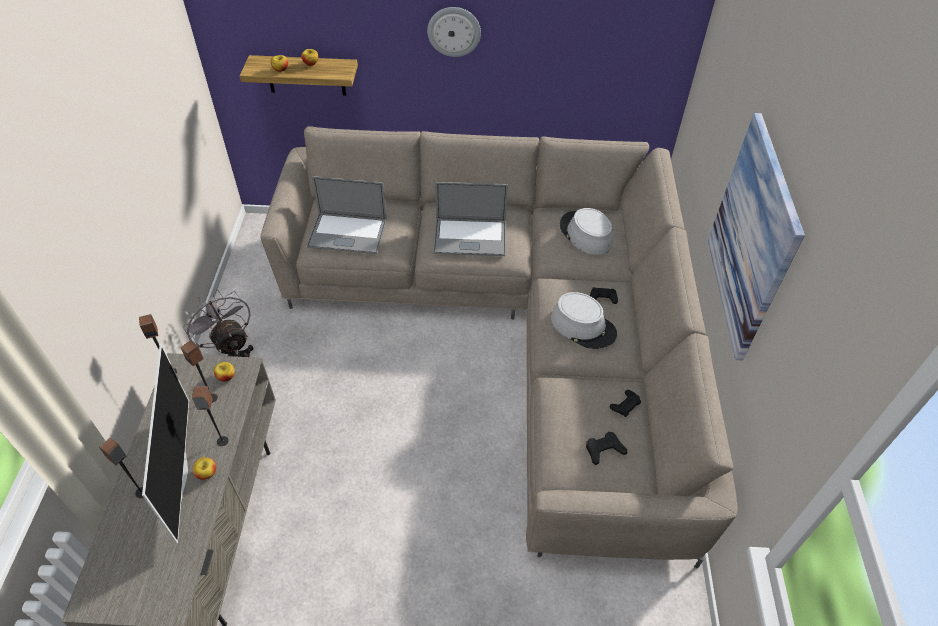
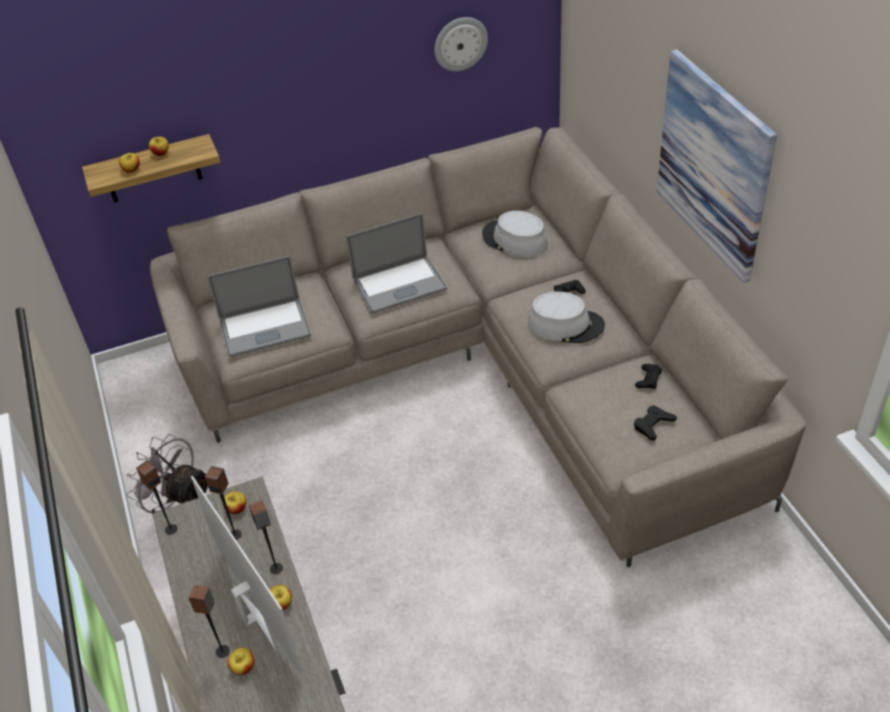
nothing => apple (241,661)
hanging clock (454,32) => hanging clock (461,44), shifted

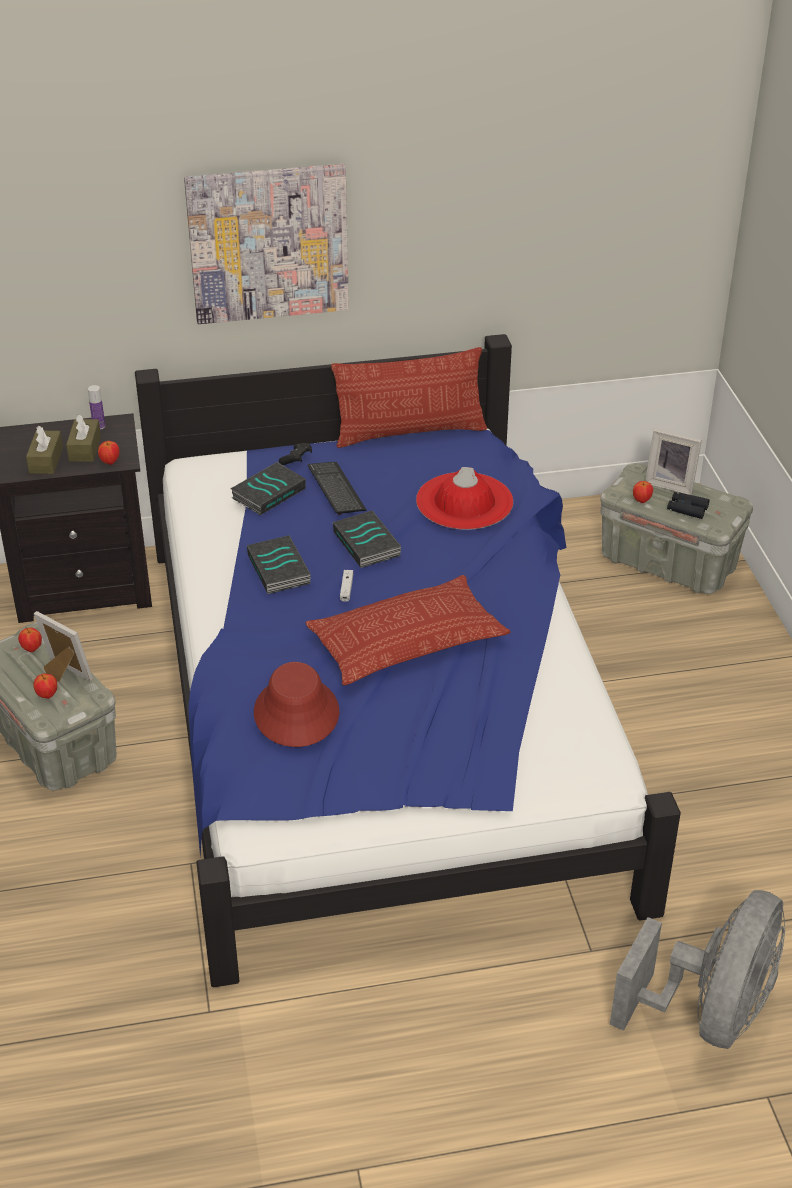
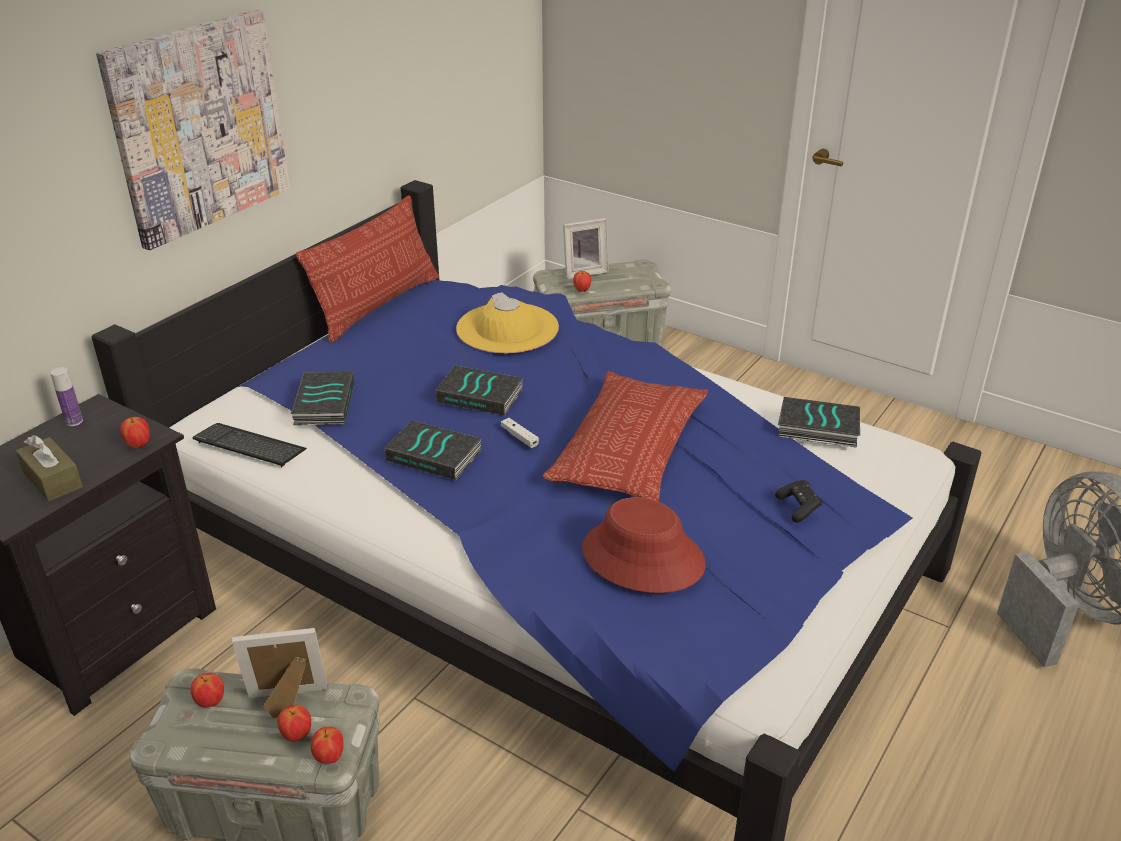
brown tissue box (83,438) => nothing
black-coloured pair of binoculars (688,505) => nothing
nothing => apple (327,745)
nothing => volume (819,422)
black-coloured gamepad (295,454) => black-coloured gamepad (798,501), shifted
PC keyboard (337,488) => PC keyboard (249,445), shifted
reddish clothing hat (464,498) => yellow-coloured clothing hat (507,322)

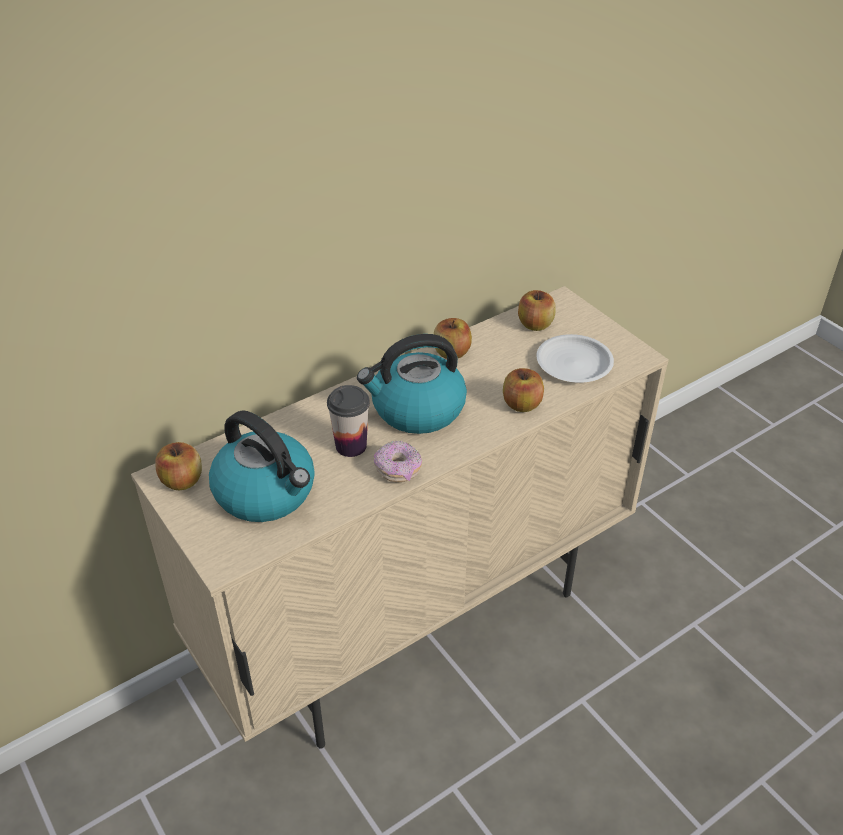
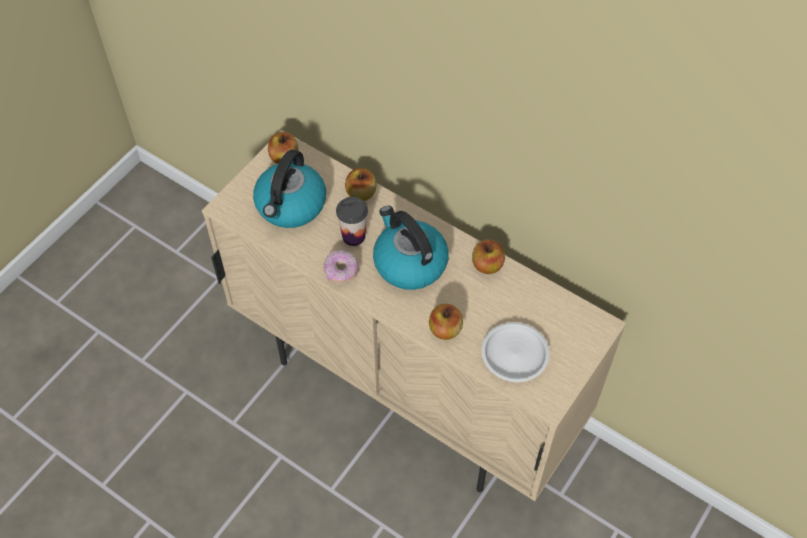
apple (537,310) => apple (361,184), shifted

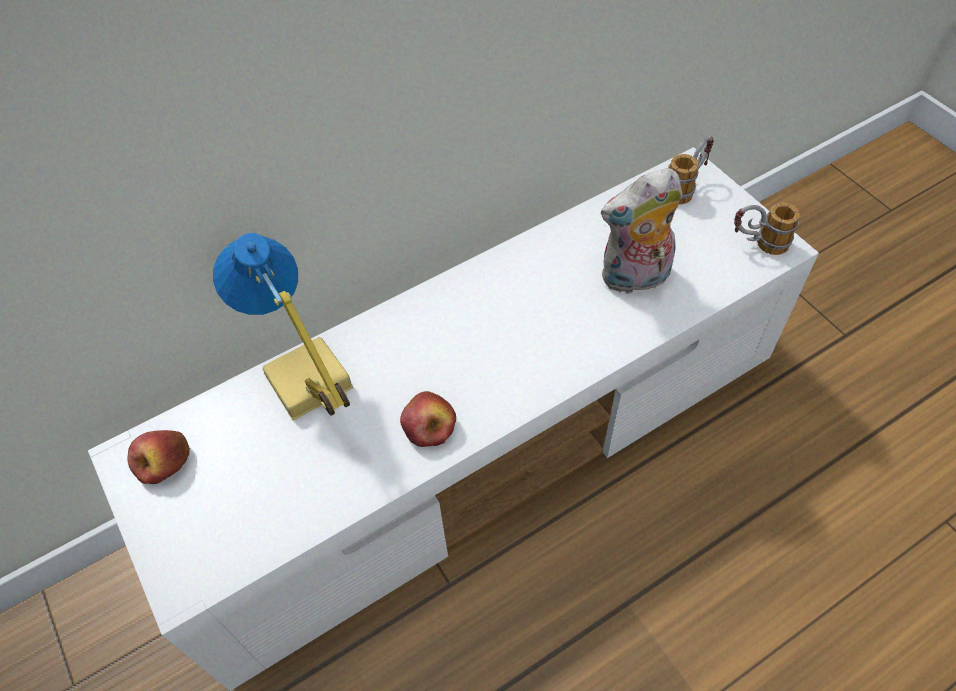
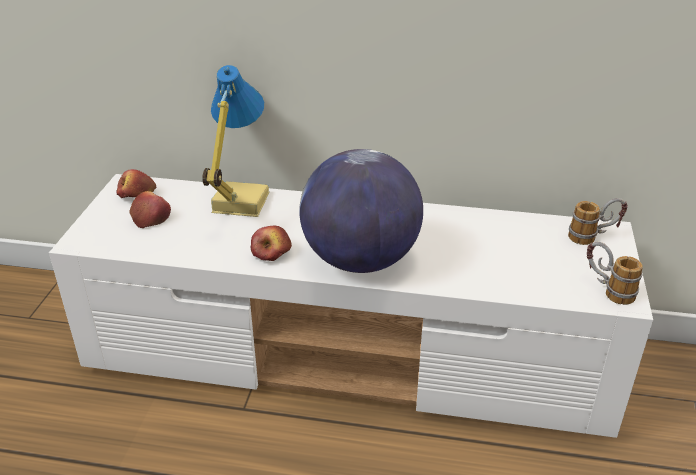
soft toy (642,231) => nothing
nothing => apple (150,209)
nothing => world globe (361,211)

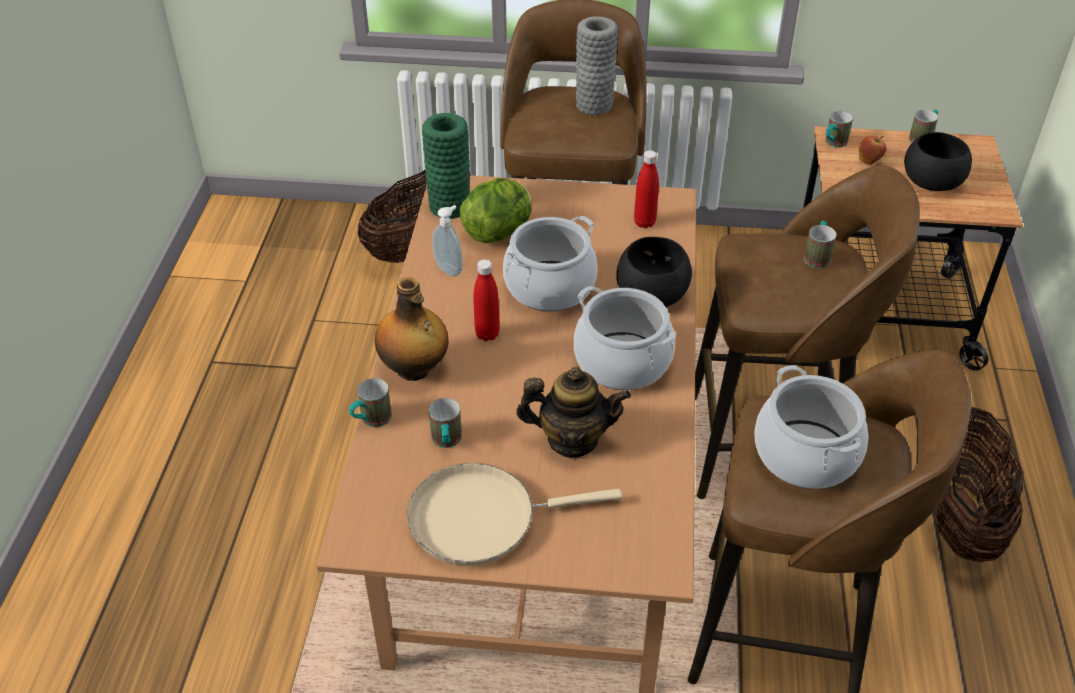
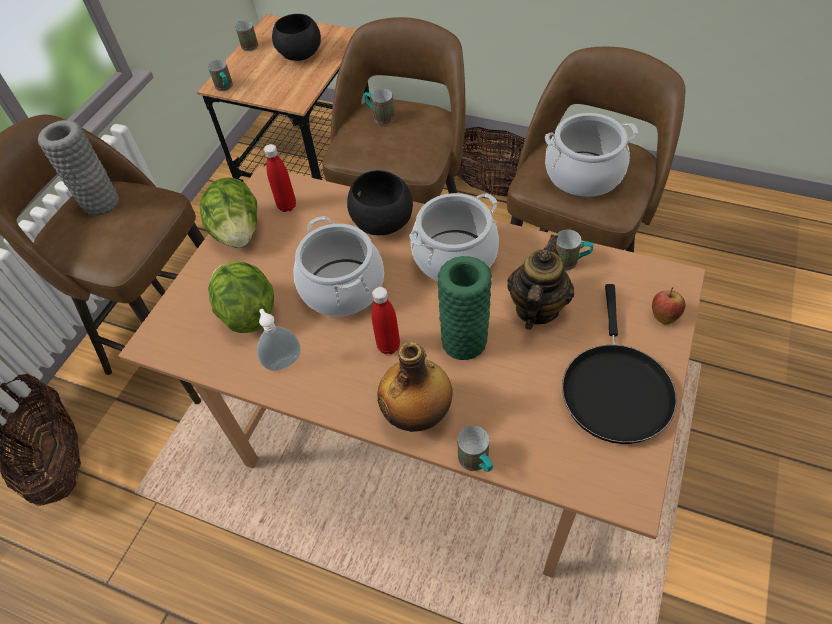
nothing => head of lettuce (228,212)
green decorative vase (446,166) => green decorative vase (464,308), shifted
tea mug (445,423) => tea mug (575,250), shifted
apple (872,149) => apple (669,306), shifted
beige frying pan (514,514) => black-coloured frying pan (619,364)

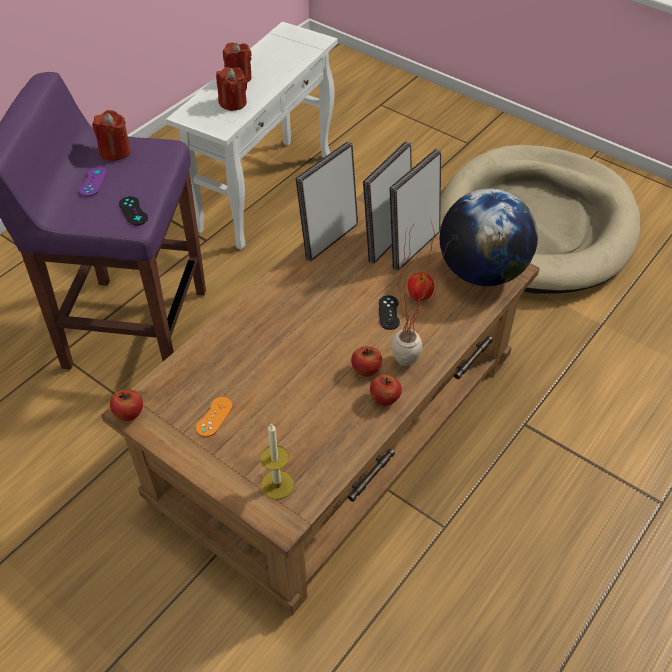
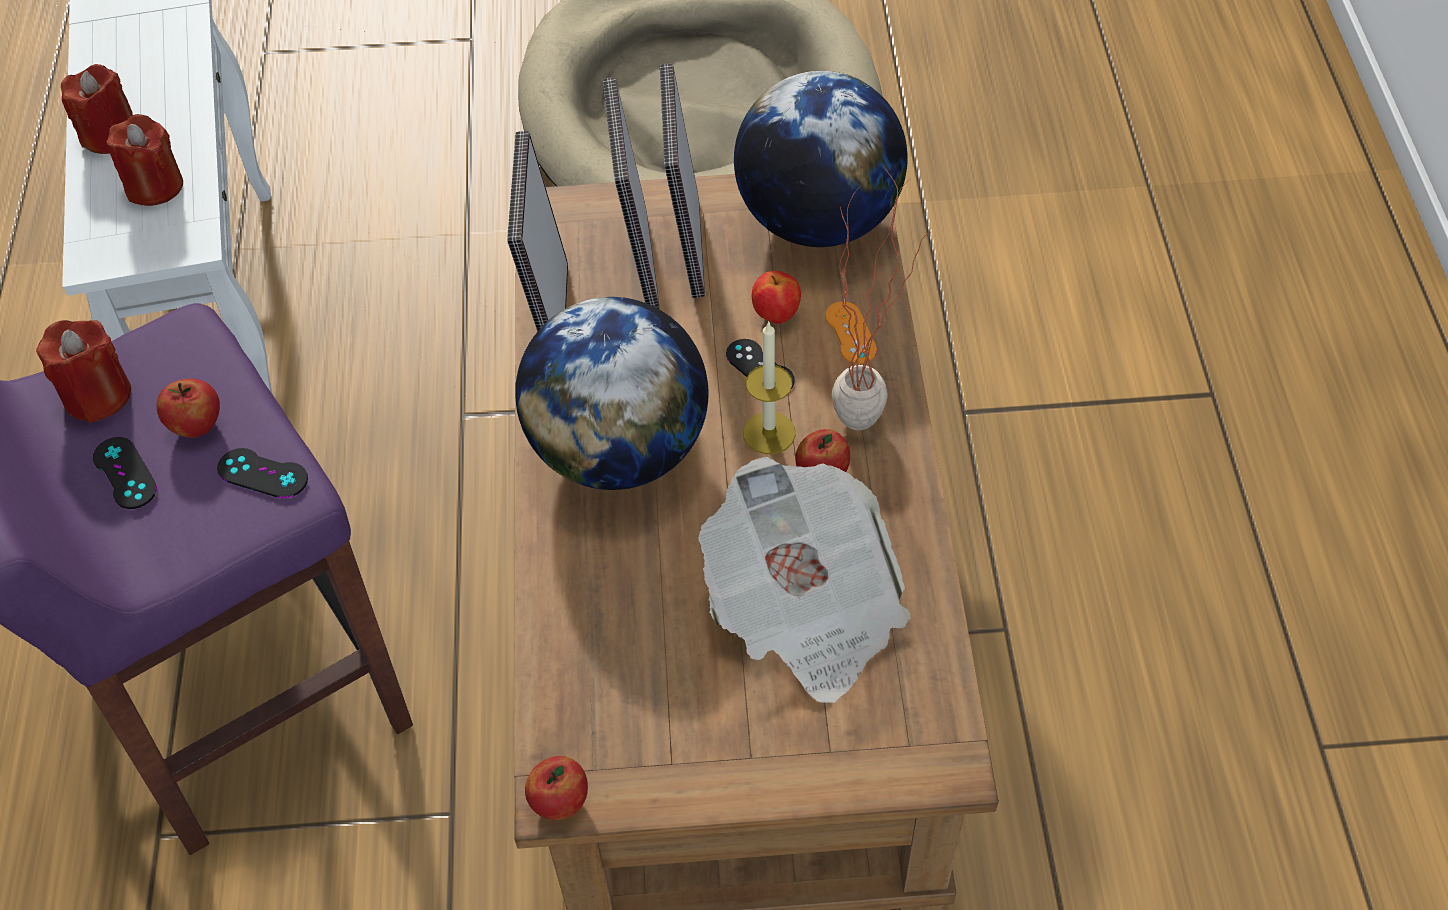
nothing => world globe (612,393)
nothing => printed paper (805,580)
orange gamepad (214,417) => orange gamepad (851,332), shifted
wax light (277,462) => wax light (769,387), shifted
apple (386,390) => apple (188,408), shifted
purple gamepad (93,181) => black-coloured gamepad (125,473)

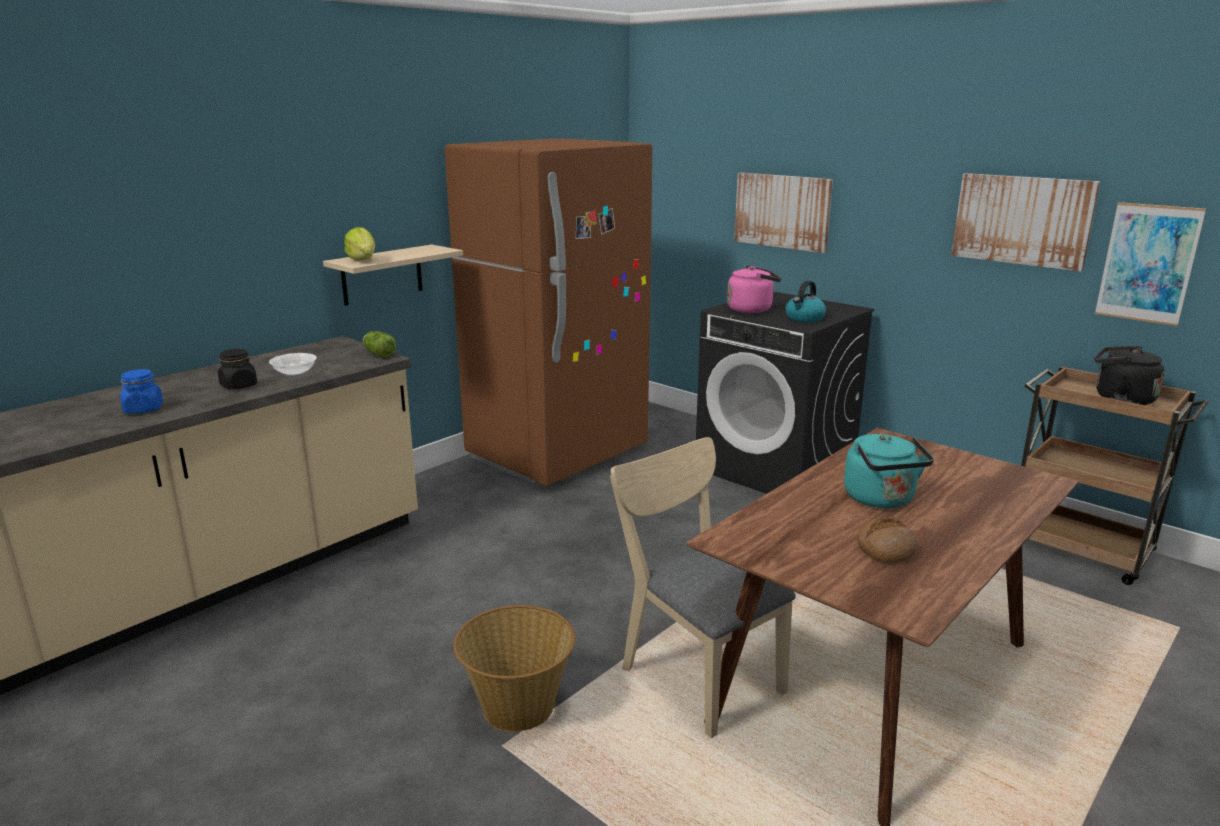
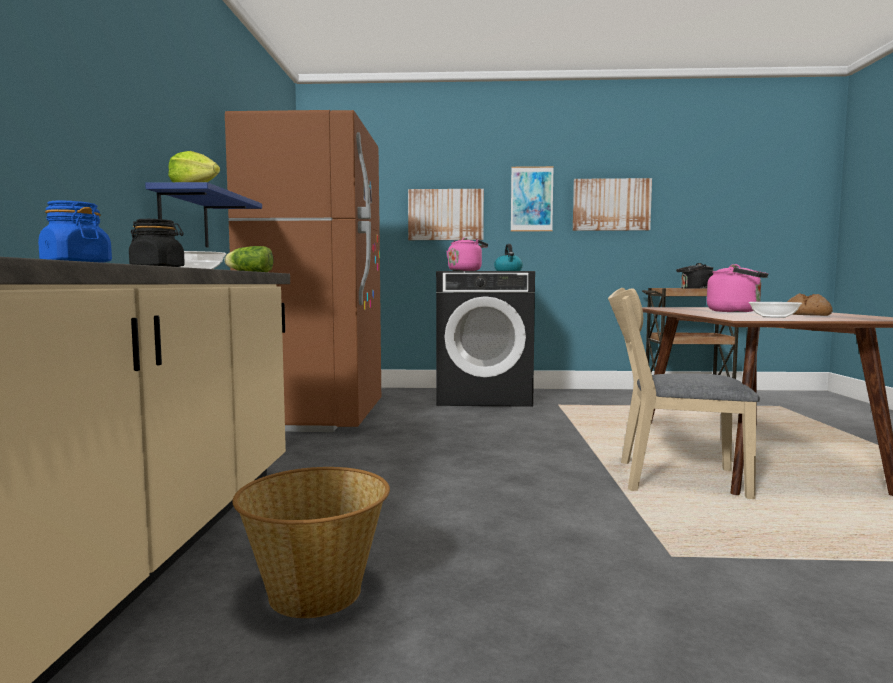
nothing => deep dish (775,310)
storage basket (514,668) => storage basket (311,542), shifted
wall picture (1150,264) => wall picture (532,198), shifted
beige wall shelf (393,275) => bluish wall shelf (203,214)
turquoise tea kettle (889,471) => pinkish tea kettle (737,288)

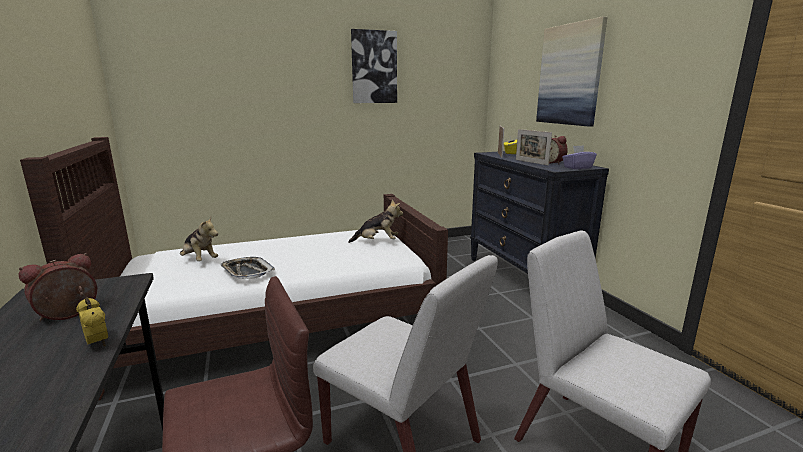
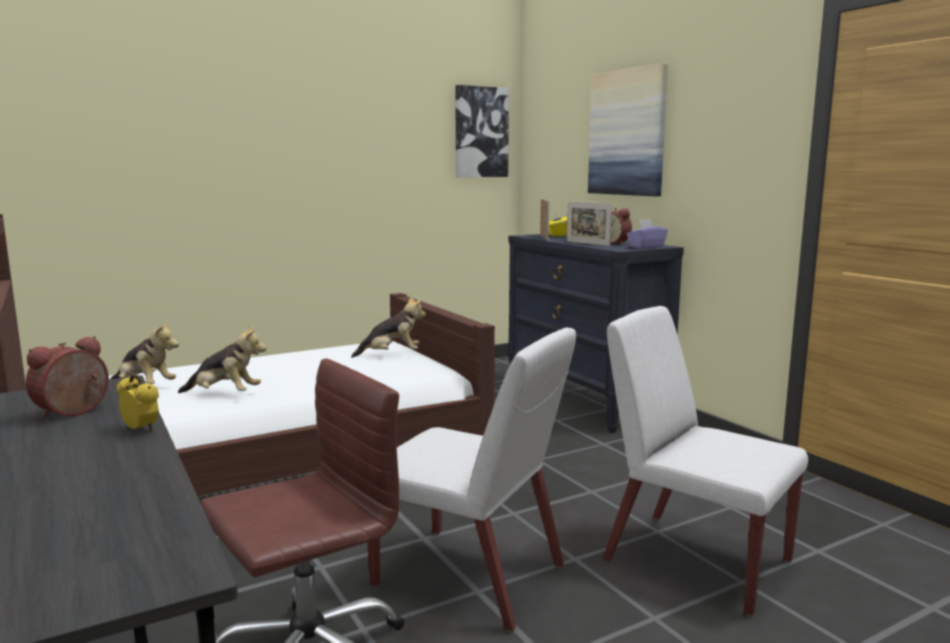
wall picture (374,66) => wall picture (482,131), shifted
tray (247,268) => soft toy (222,358)

